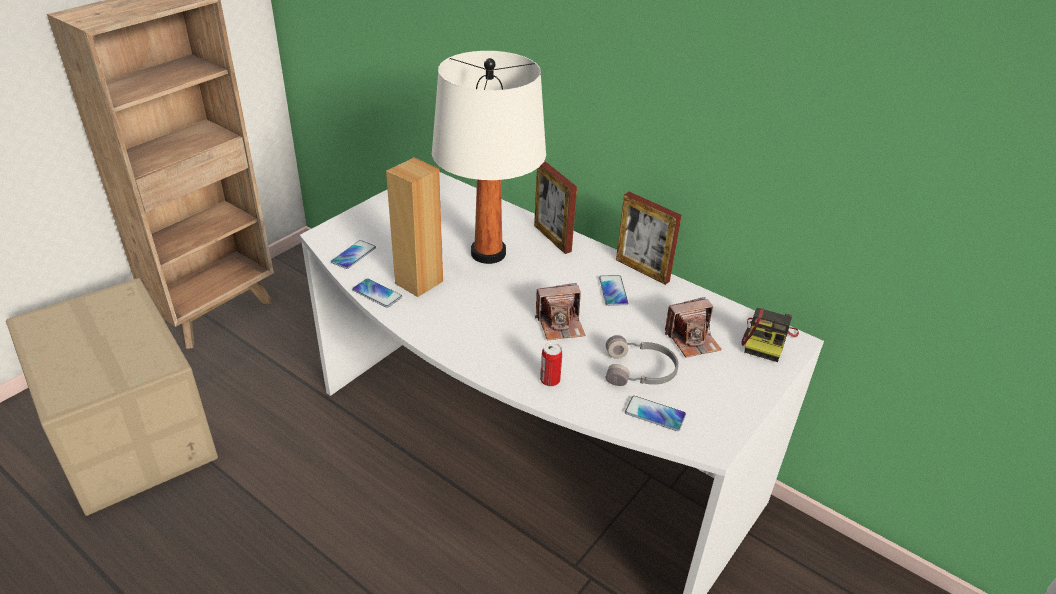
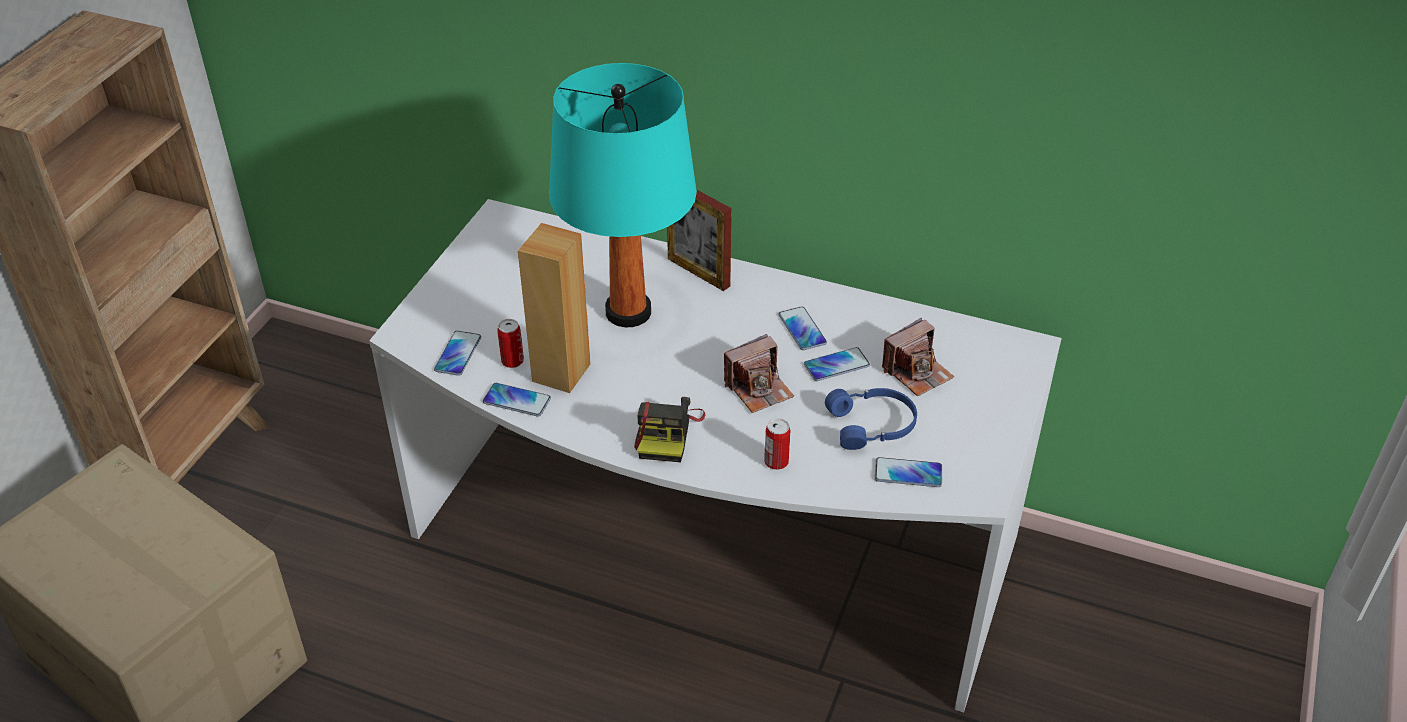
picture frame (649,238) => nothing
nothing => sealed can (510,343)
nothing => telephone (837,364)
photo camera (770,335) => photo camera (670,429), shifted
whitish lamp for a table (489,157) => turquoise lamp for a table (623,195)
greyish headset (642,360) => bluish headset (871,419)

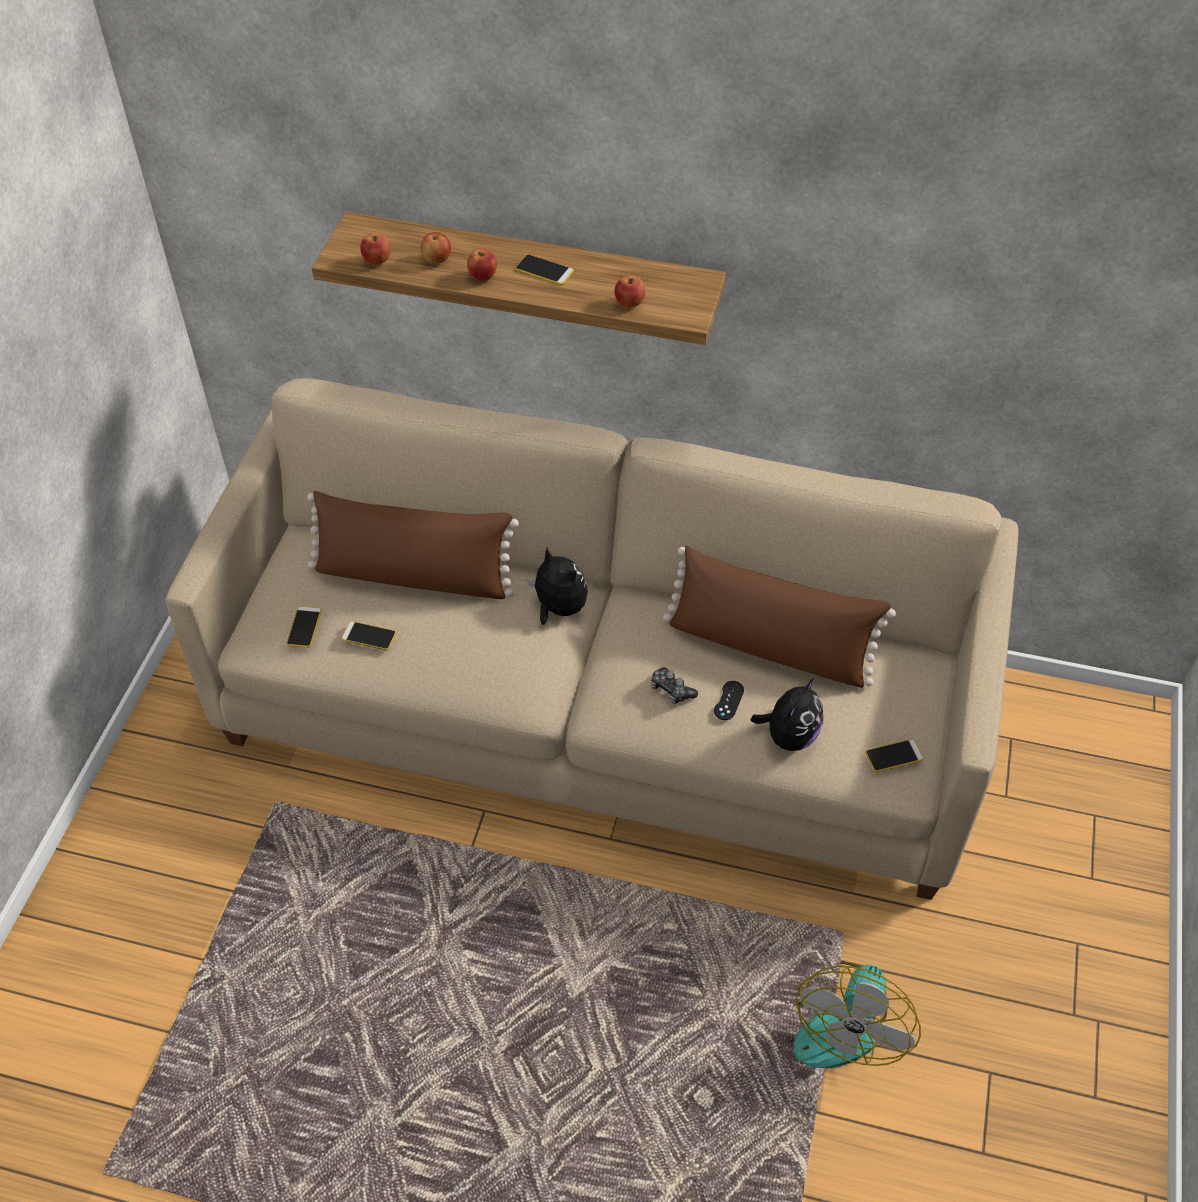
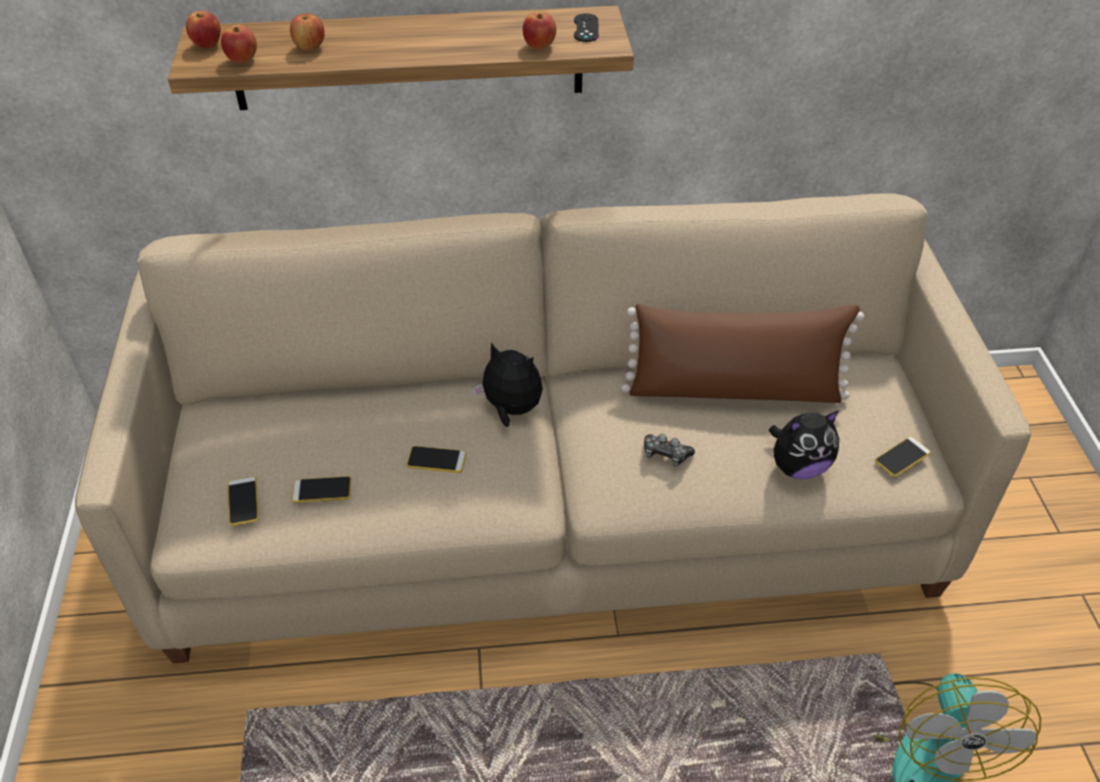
brown cushion (413,545) => nothing
apple (482,264) => apple (203,30), shifted
telephone (544,269) => telephone (436,459), shifted
black-coloured gamepad (729,700) => black-coloured gamepad (586,28), shifted
soft toy (786,714) => soft toy (804,444), 60 degrees clockwise

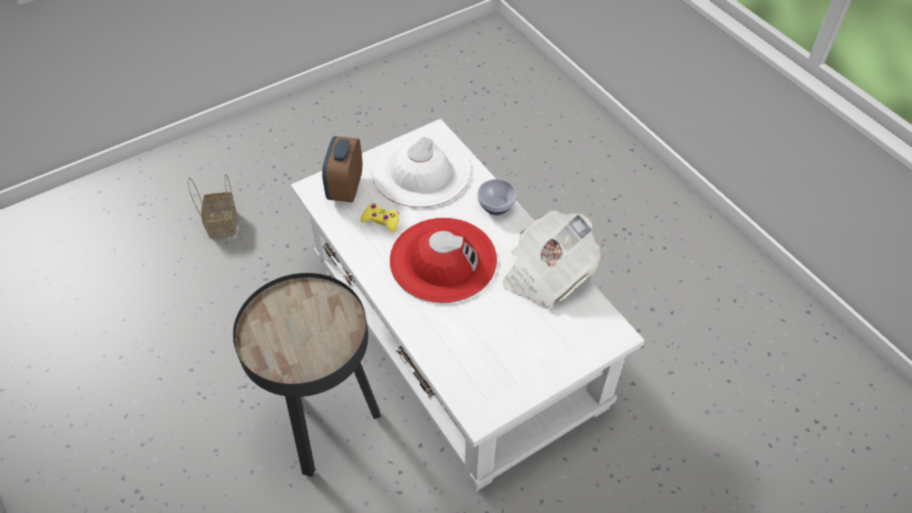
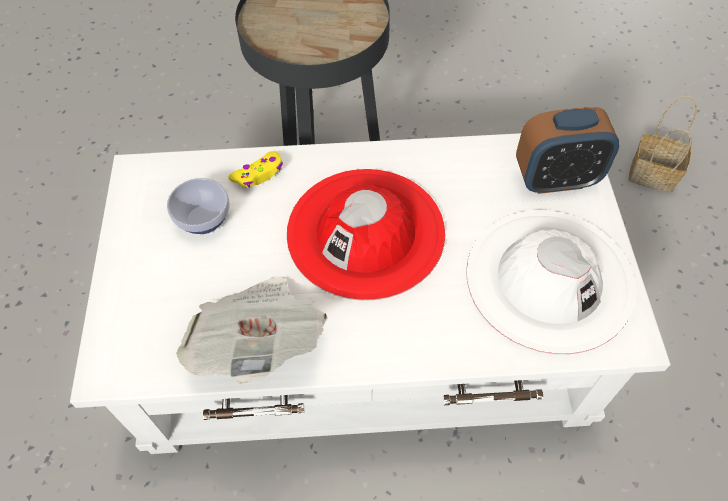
yellow-coloured gamepad (380,218) => yellow-coloured gamepad (255,169), shifted
deep dish (497,197) => deep dish (198,206), shifted
bedside clock (342,169) => bedside clock (567,150), 135 degrees clockwise

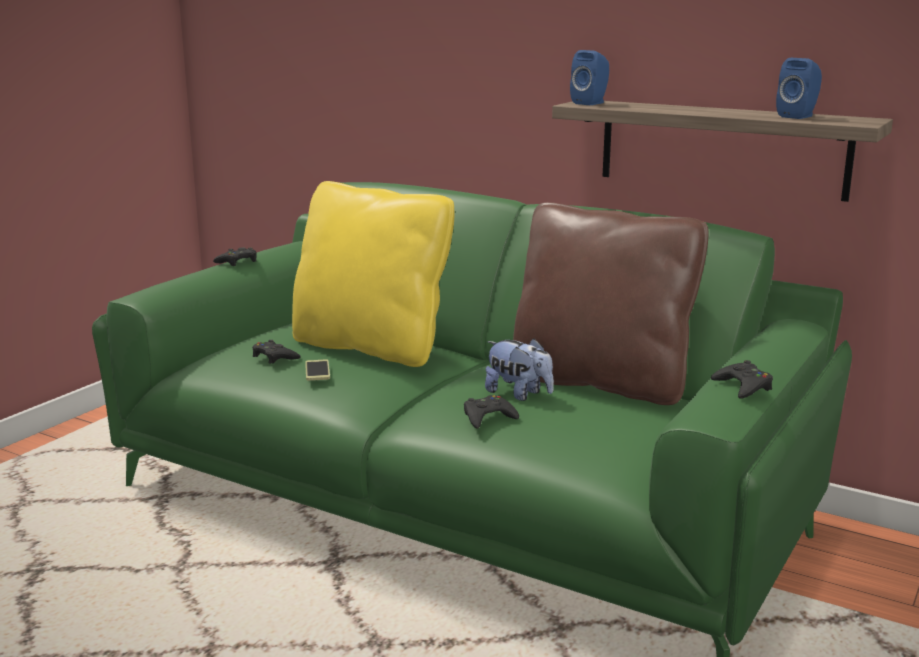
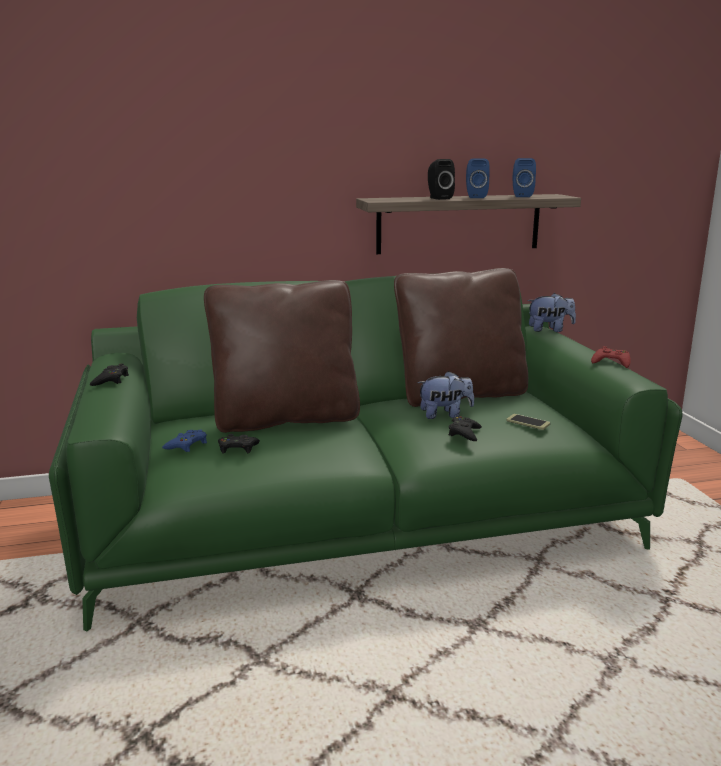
nothing => bluish gamepad (184,441)
nothing => black-coloured audio speaker (441,179)
nothing => soft toy (551,312)
telephone (317,370) => telephone (528,422), shifted
bluish audio speaker (589,77) => bluish audio speaker (478,178), shifted
yellow-coloured cushion (373,274) => brown cushion (282,356)
black-coloured gamepad (742,379) => reddish gamepad (611,357)

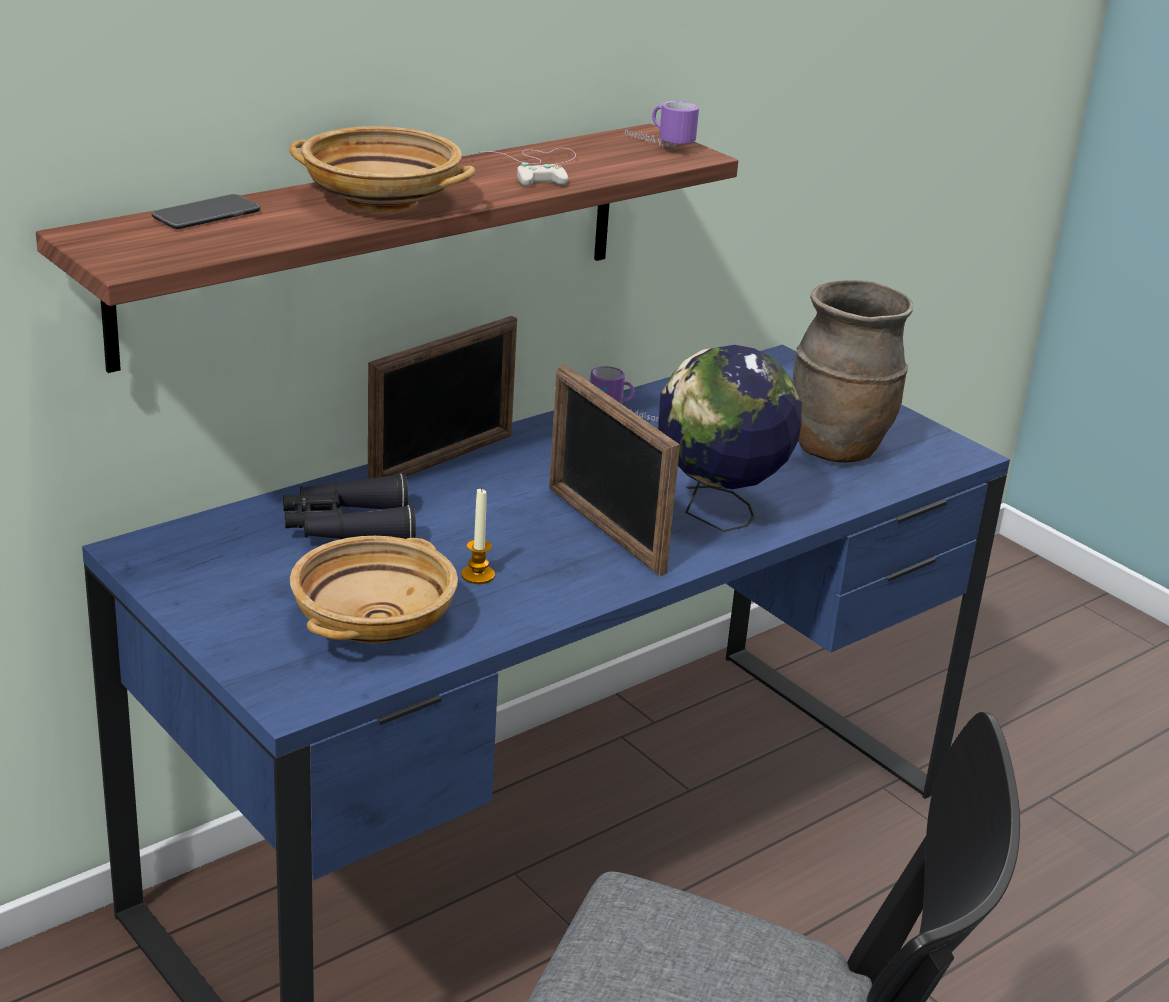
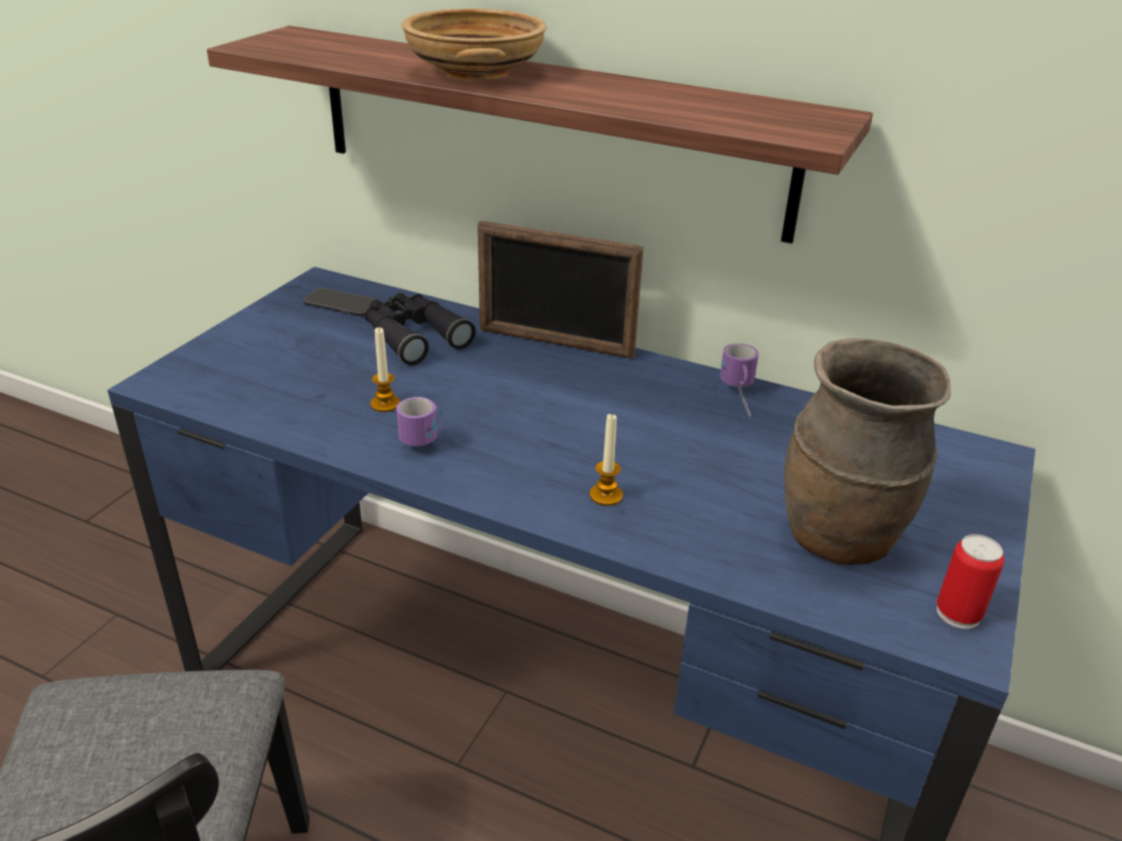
beige deep dish (374,590) => nothing
whitish gamepad (523,167) => nothing
picture frame (614,470) => nothing
nothing => sealed can (970,581)
telephone (206,211) => telephone (341,302), shifted
tea mug (662,125) => tea mug (416,421), shifted
world globe (730,438) => wax light (606,460)

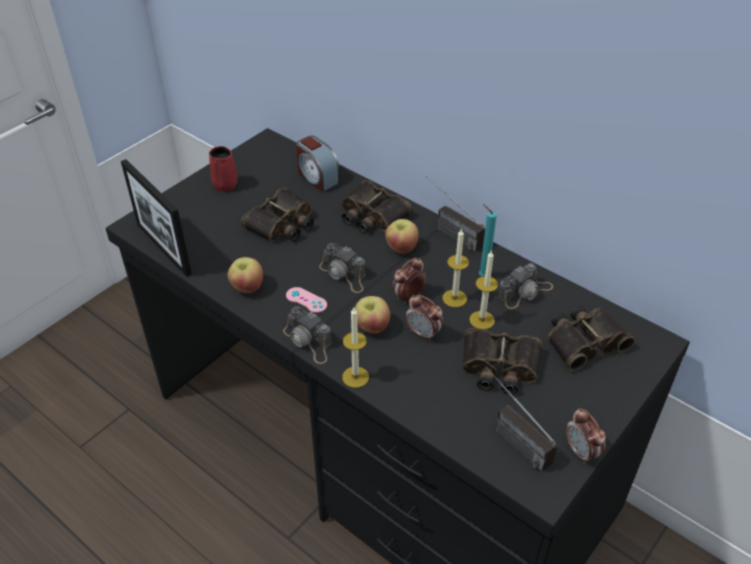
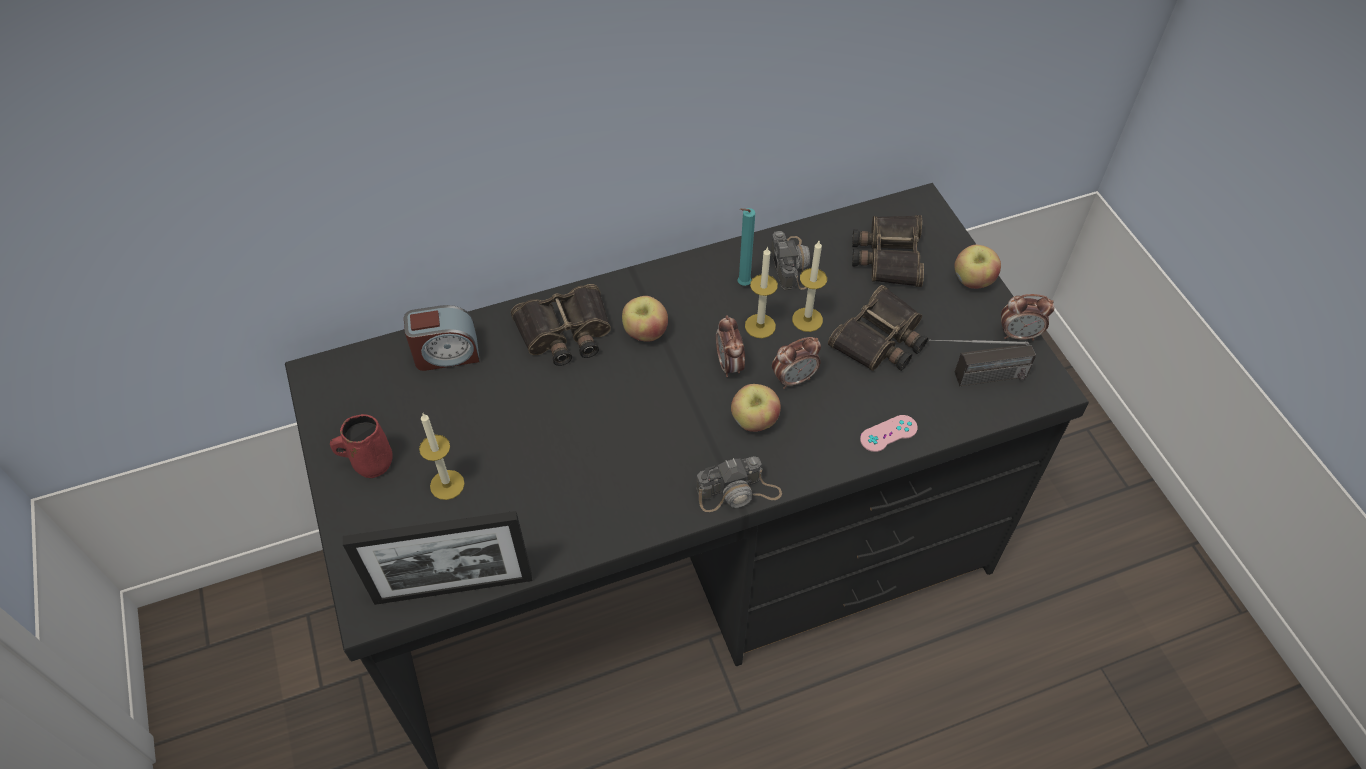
pair of binoculars (277,215) => nothing
photo camera (342,268) => nothing
radio (455,214) => nothing
apple (245,275) => apple (977,267), shifted
pinkish gamepad (306,300) => pinkish gamepad (889,433), shifted
wax light (355,348) => wax light (442,456), shifted

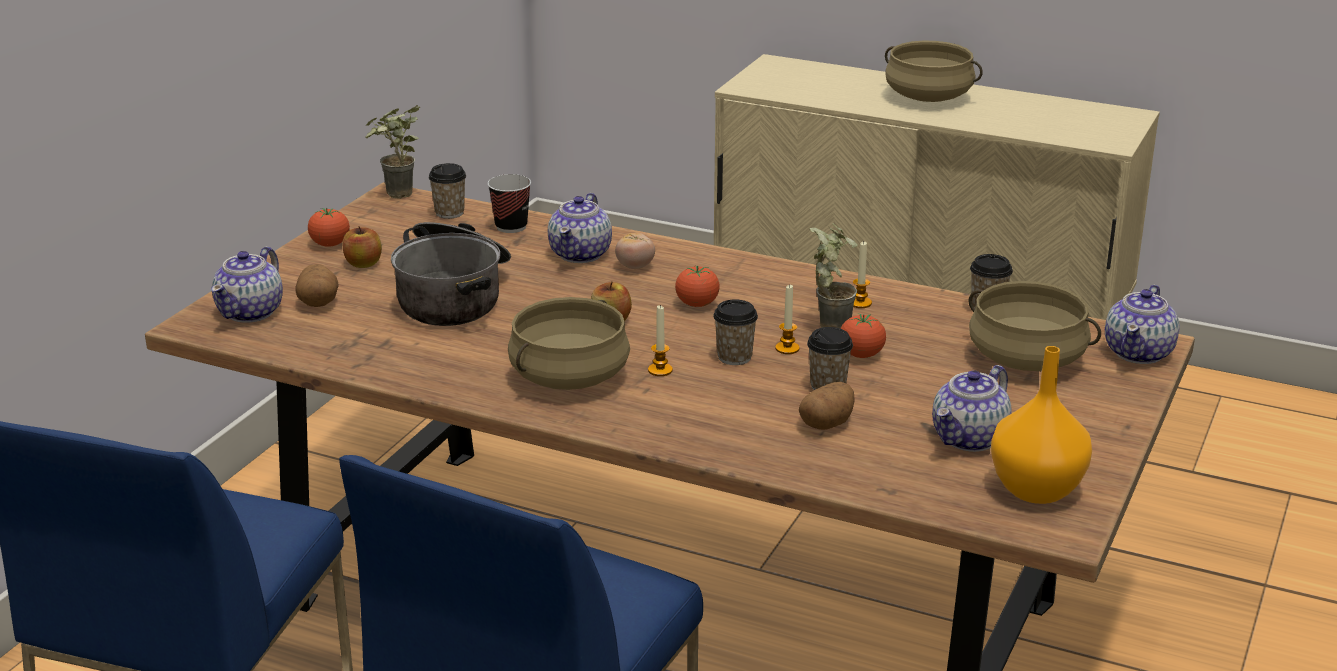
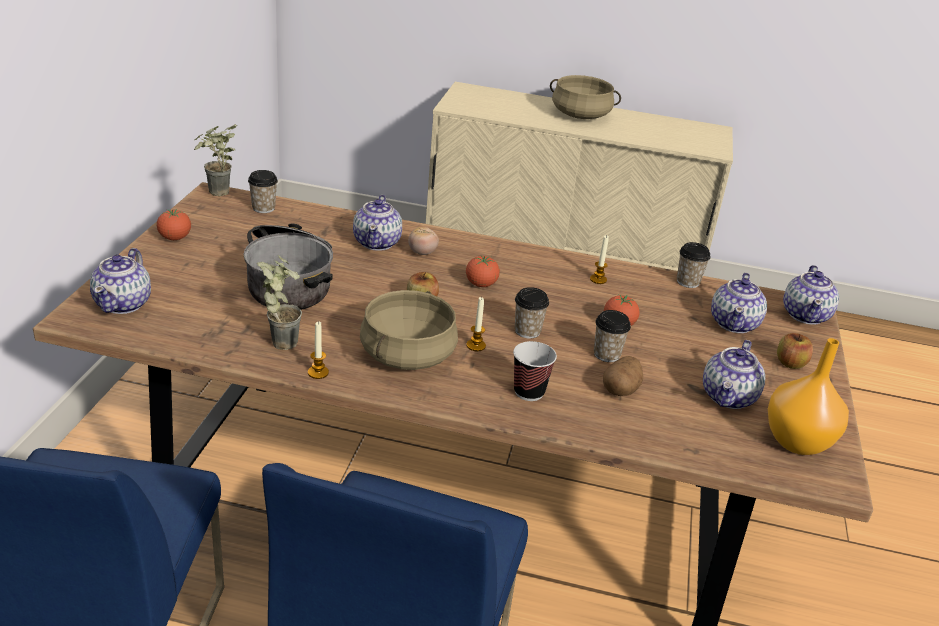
spud (317,285) => nothing
apple (362,247) => apple (795,351), shifted
small cup (509,203) => small cup (535,371), shifted
wax light (787,319) => wax light (318,350), shifted
houseplant (834,275) => houseplant (279,302), shifted
beige saucepot (1034,326) => pot for tea (739,303)

